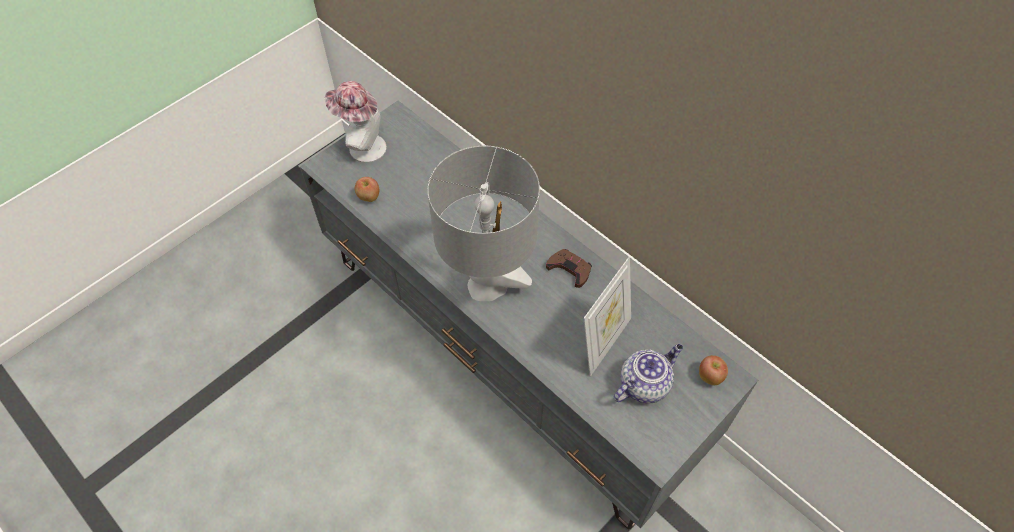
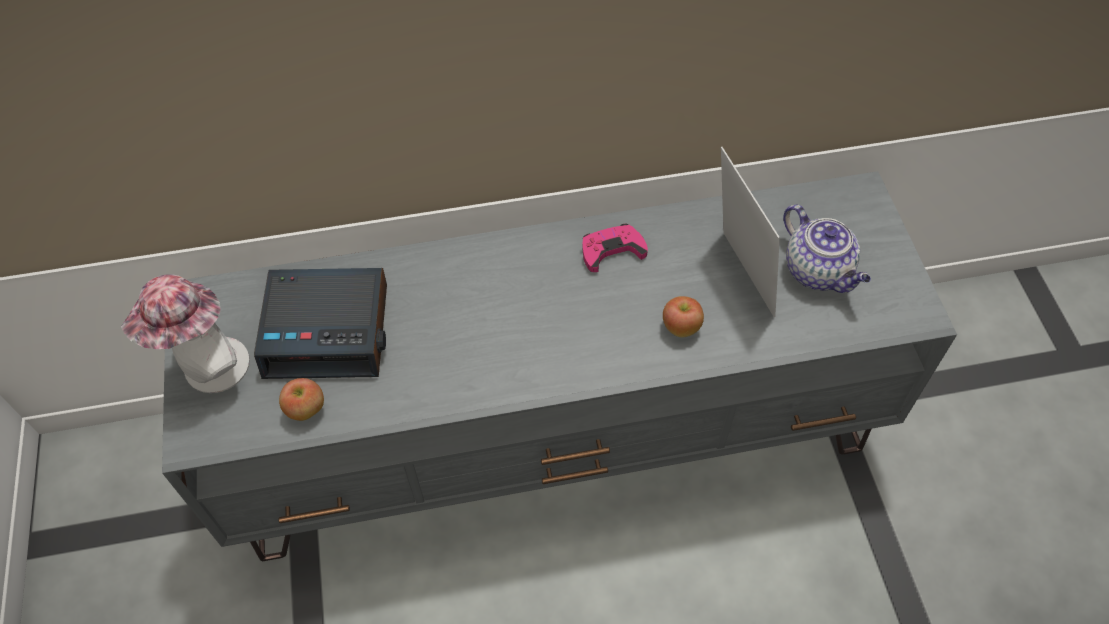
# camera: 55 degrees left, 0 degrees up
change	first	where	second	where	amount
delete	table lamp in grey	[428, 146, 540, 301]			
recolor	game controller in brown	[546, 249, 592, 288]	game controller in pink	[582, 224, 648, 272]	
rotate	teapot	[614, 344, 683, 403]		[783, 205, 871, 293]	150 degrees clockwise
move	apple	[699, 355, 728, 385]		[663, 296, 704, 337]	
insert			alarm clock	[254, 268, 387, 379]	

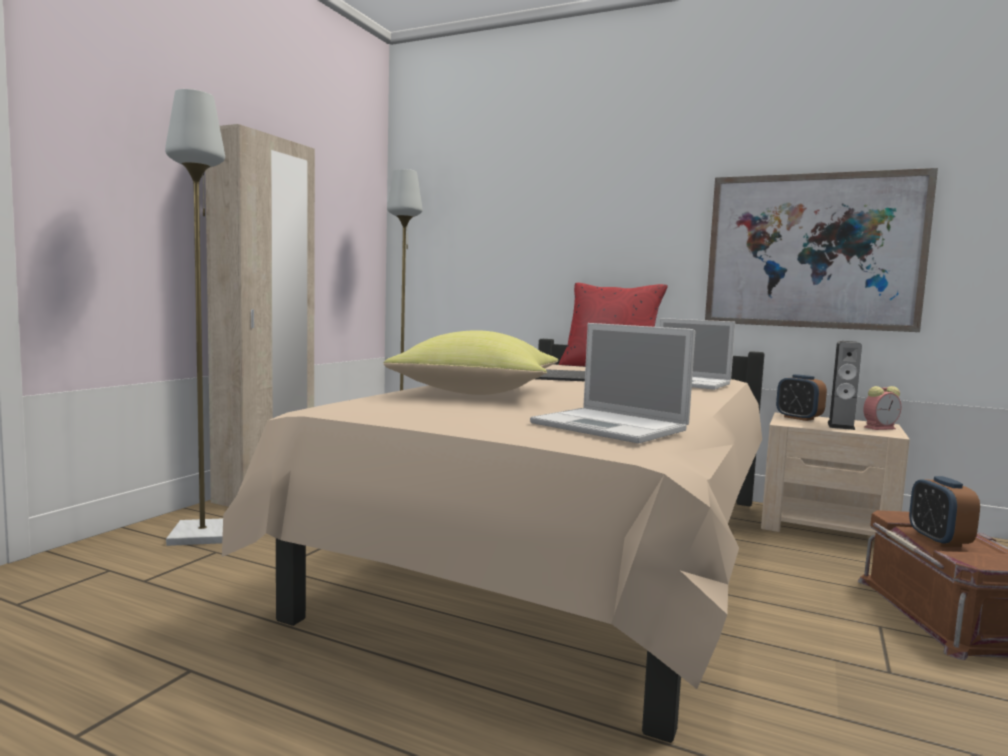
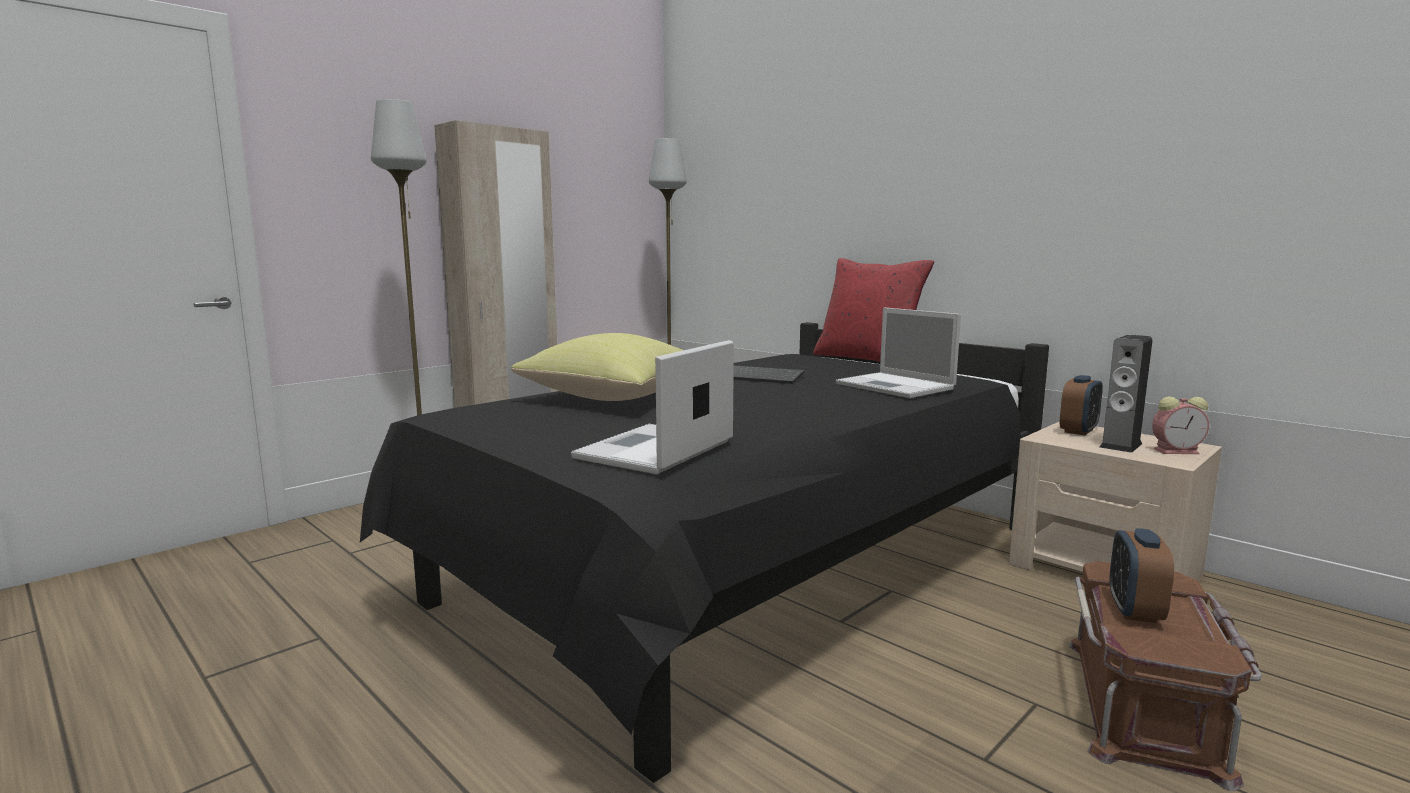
# camera: 20 degrees right, 5 degrees up
change	first	where	second	where	amount
delete	picture	[705, 168, 938, 332]			
rotate	laptop	[530, 323, 696, 444]		[571, 340, 734, 474]	60 degrees clockwise
recolor	bed in beige	[222, 339, 765, 743]	bed in black	[360, 322, 1049, 783]	
rotate	alarm clock	[776, 374, 827, 421]		[1060, 375, 1103, 436]	120 degrees counterclockwise

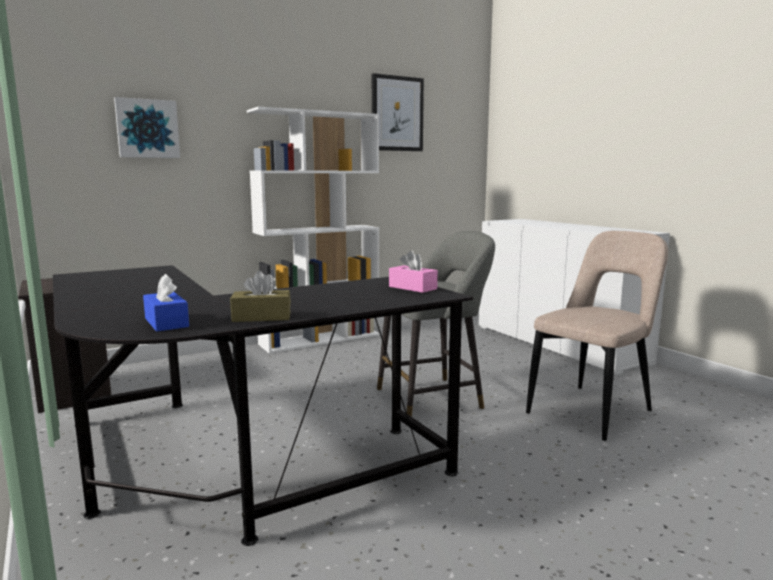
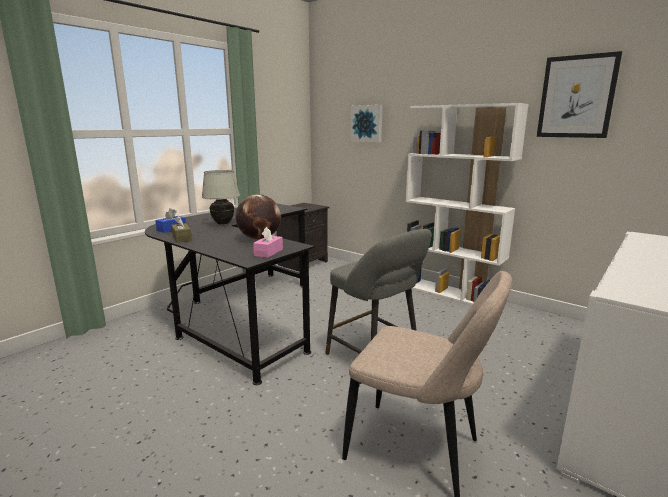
# camera: 70 degrees right, 5 degrees up
change	first	where	second	where	amount
insert			table lamp in white	[202, 170, 240, 224]	
insert			globe	[236, 194, 281, 240]	

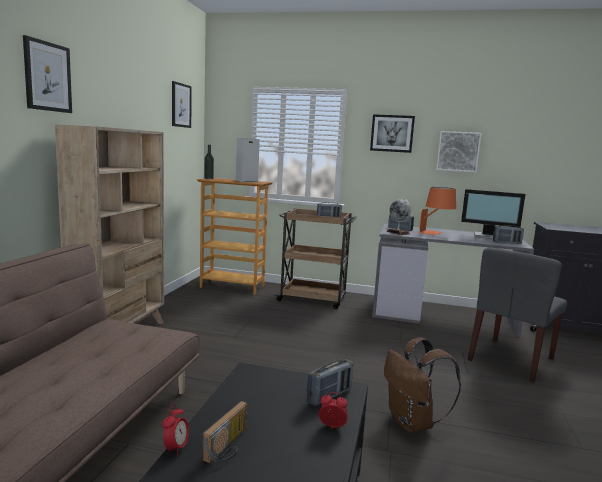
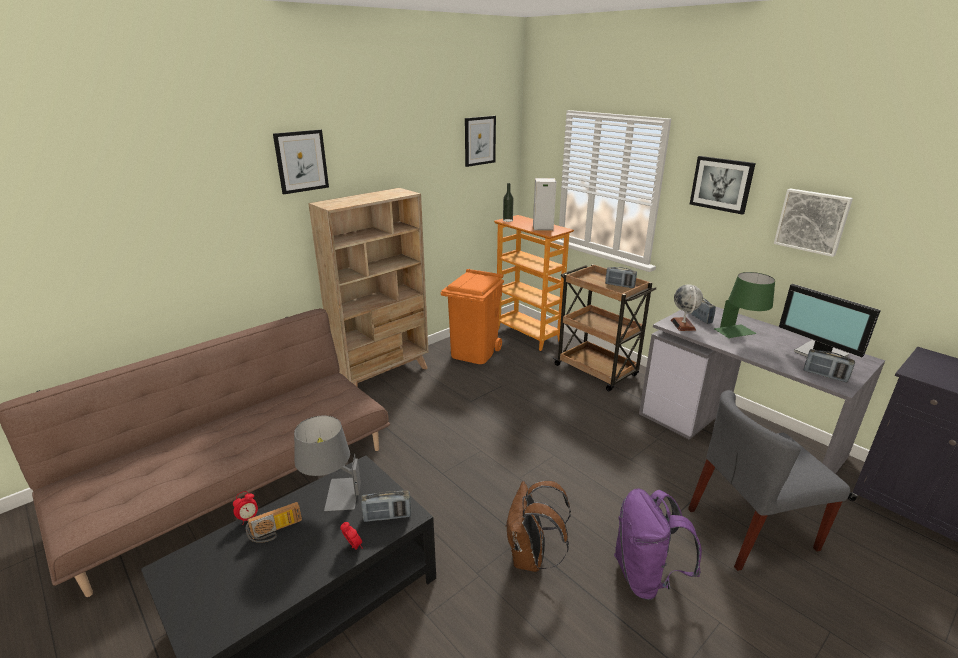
# camera: 35 degrees right, 15 degrees up
change	first	where	second	where	amount
recolor	table lamp in orange	[418, 187, 456, 235]	table lamp in green	[714, 272, 775, 338]	
insert			trash can in orange	[441, 269, 504, 364]	
insert			table lamp in grey	[294, 415, 361, 511]	
insert			backpack in purple	[614, 489, 702, 600]	

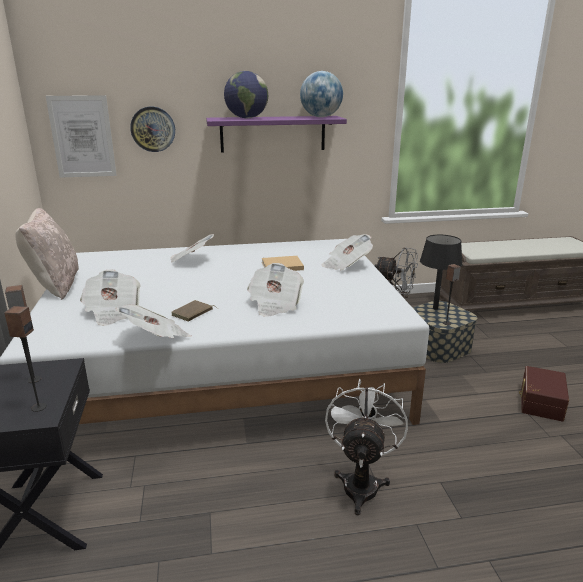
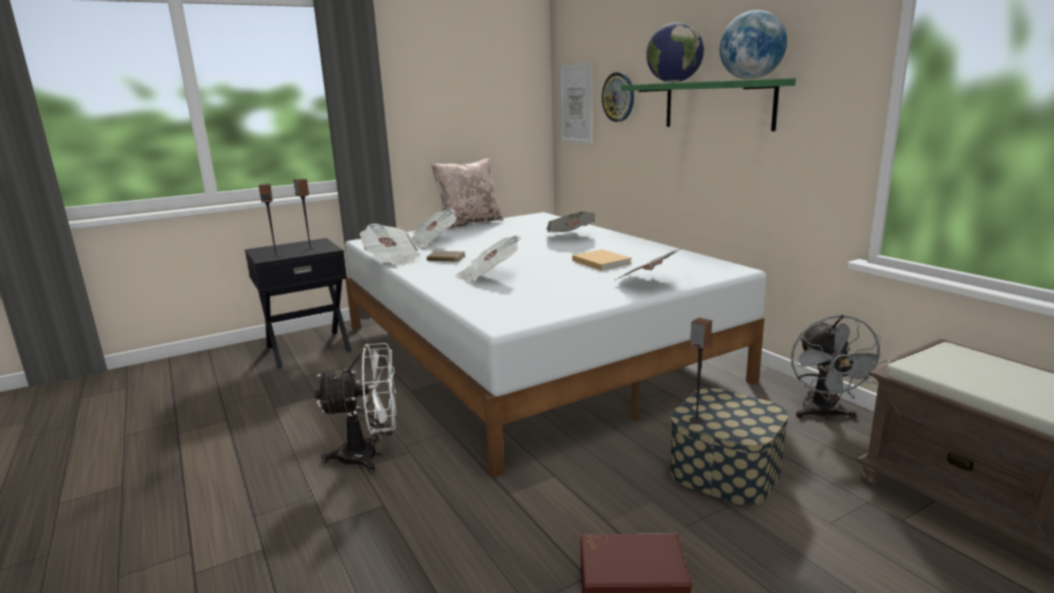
# camera: 70 degrees right, 5 degrees down
change	first	where	second	where	amount
recolor	shelf in purple	[206, 116, 347, 153]	shelf in green	[621, 78, 796, 131]	
delete	table lamp in black	[420, 235, 463, 310]			

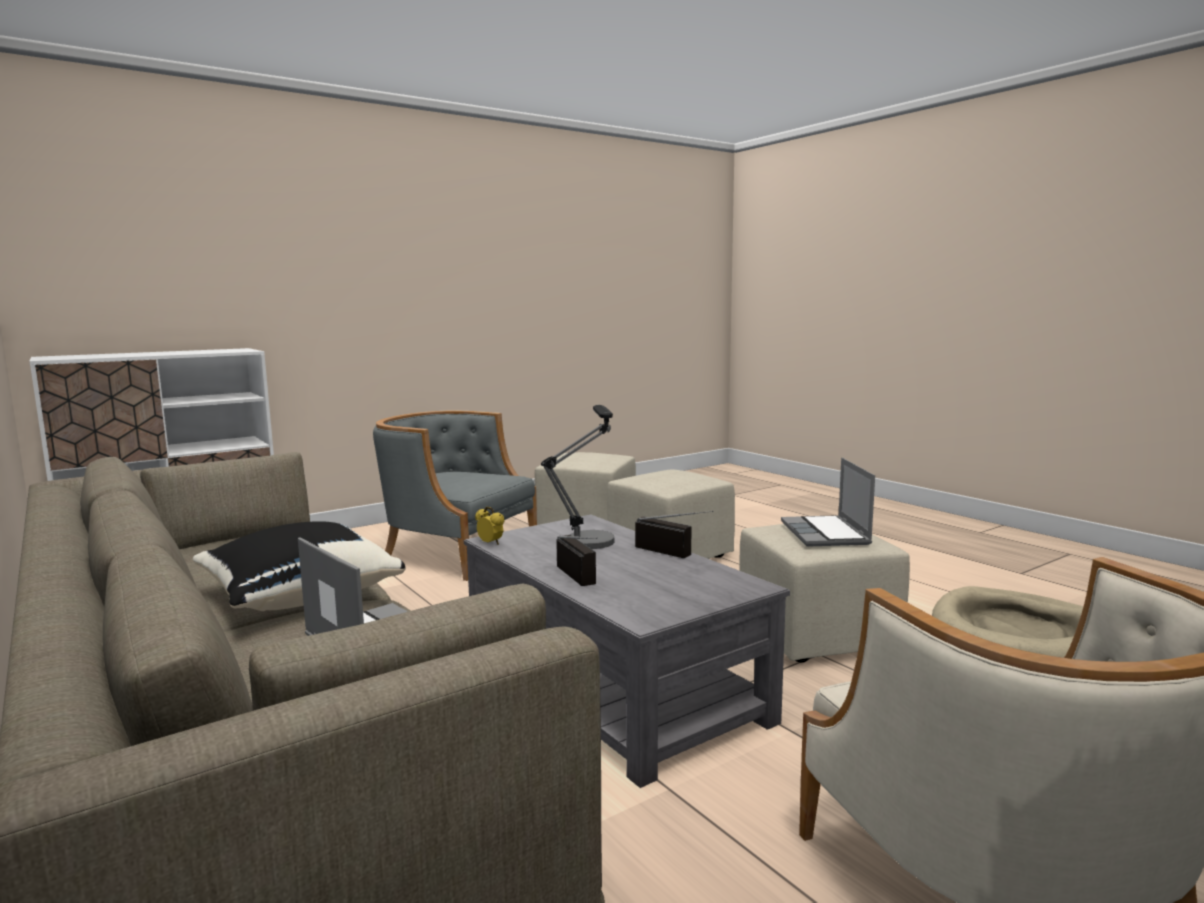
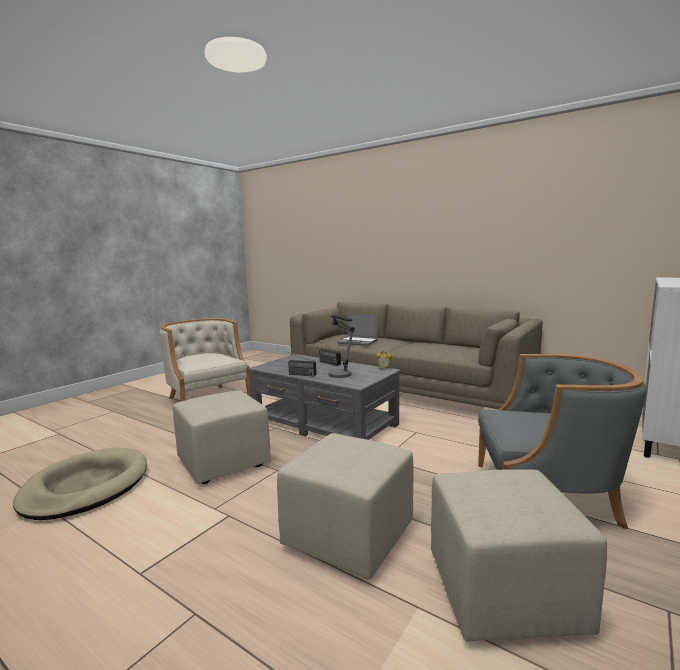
# camera: 160 degrees right, 0 degrees up
change	first	where	second	where	amount
delete	laptop	[781, 458, 875, 547]			
delete	pillow in black	[193, 521, 406, 611]			

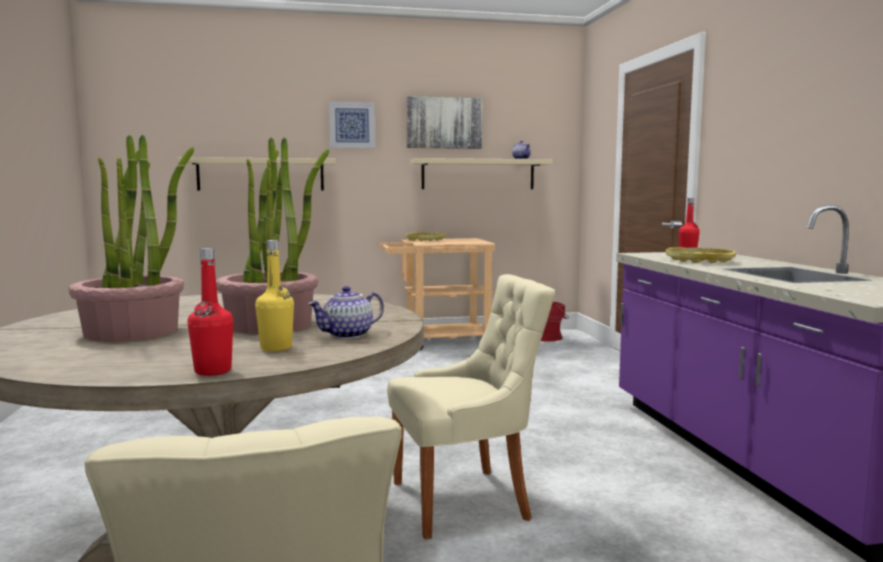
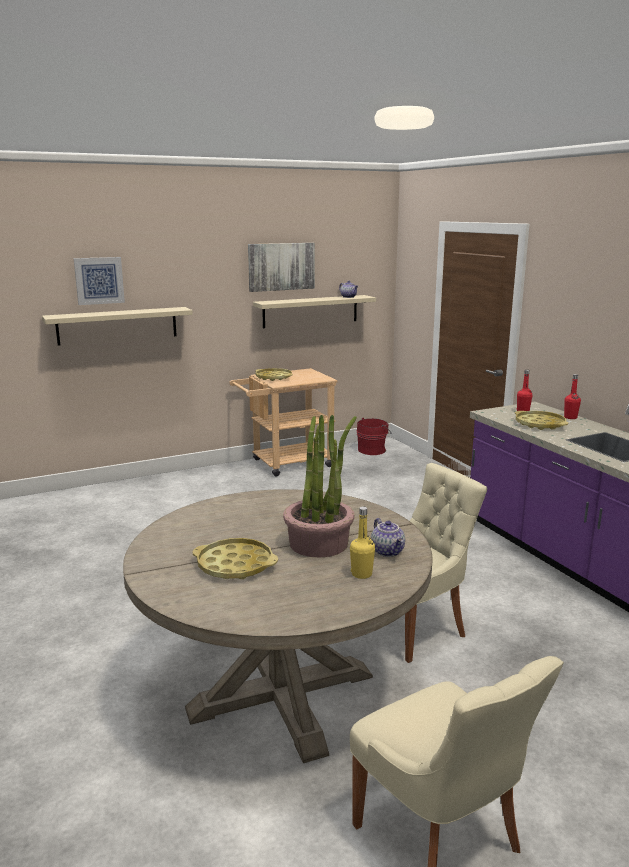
# camera: 15 degrees left, 10 degrees up
change	first	where	second	where	amount
move	picture	[329, 101, 375, 148]		[73, 257, 125, 305]	
replace	potted plant	[68, 135, 194, 342]	tray in yellow	[192, 538, 278, 579]	
move	bottle in red	[188, 248, 233, 376]		[564, 374, 581, 419]	
rotate	teapot	[308, 286, 384, 339]		[371, 518, 405, 557]	60 degrees counterclockwise

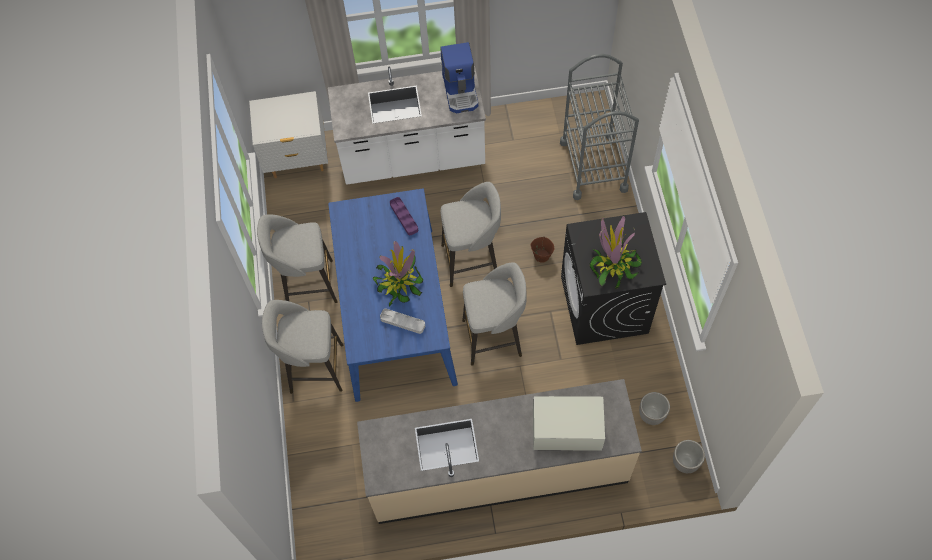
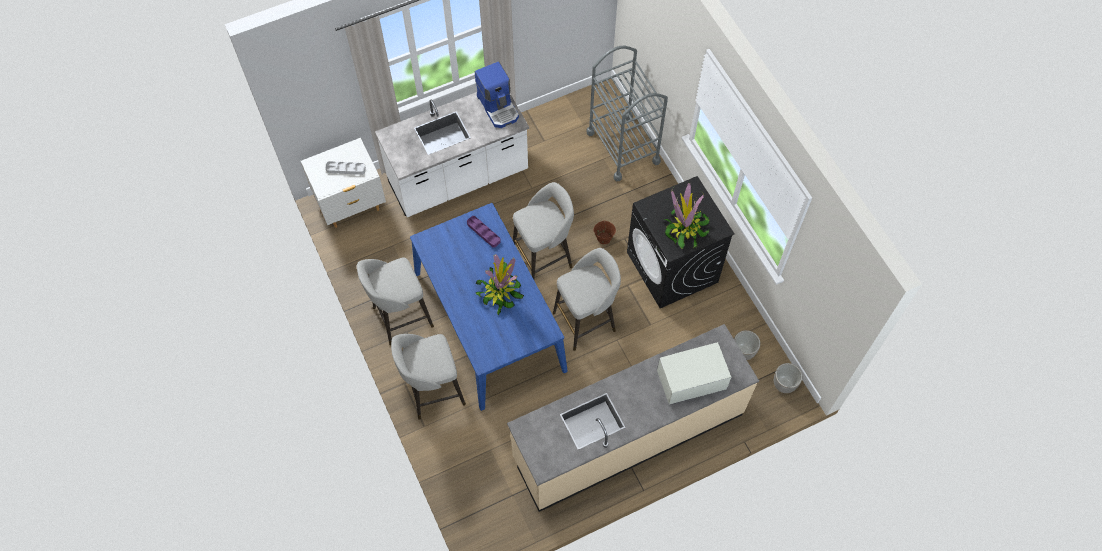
# camera: 20 degrees left, 0 degrees up
change	first	where	second	where	amount
move	tray in grey	[380, 308, 425, 334]		[326, 161, 366, 175]	

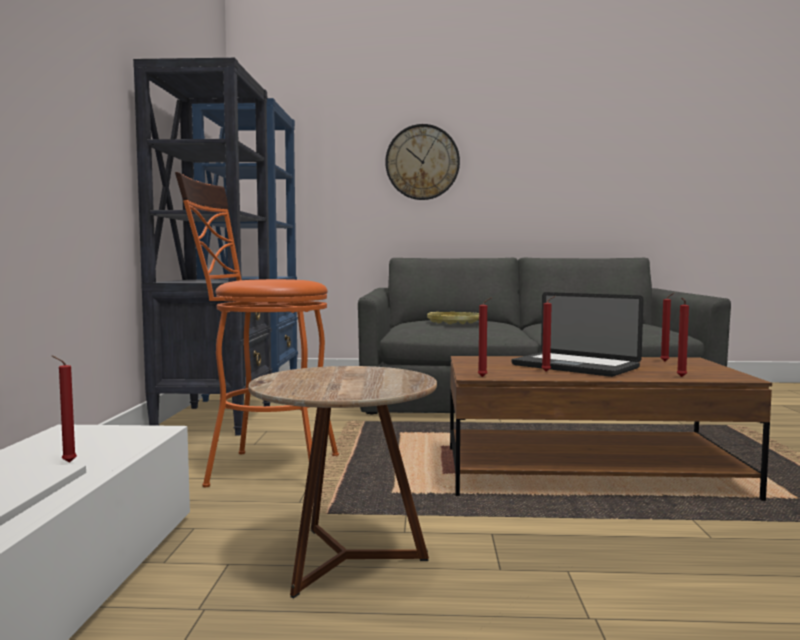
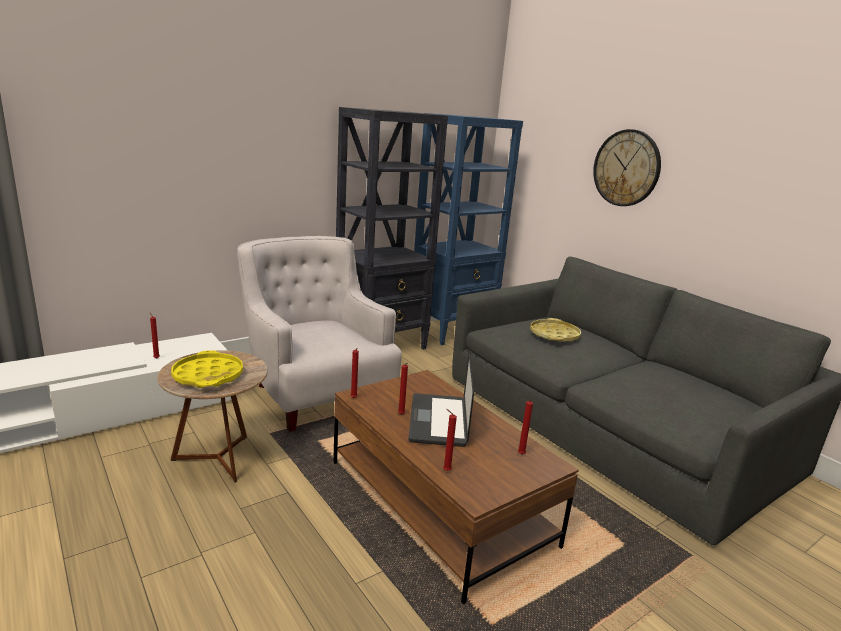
# camera: 50 degrees right, 15 degrees up
change	first	where	second	where	amount
replace	stool in orange	[175, 172, 339, 487]	armchair in white	[237, 236, 402, 432]	
insert			tray in yellow	[171, 350, 243, 388]	

